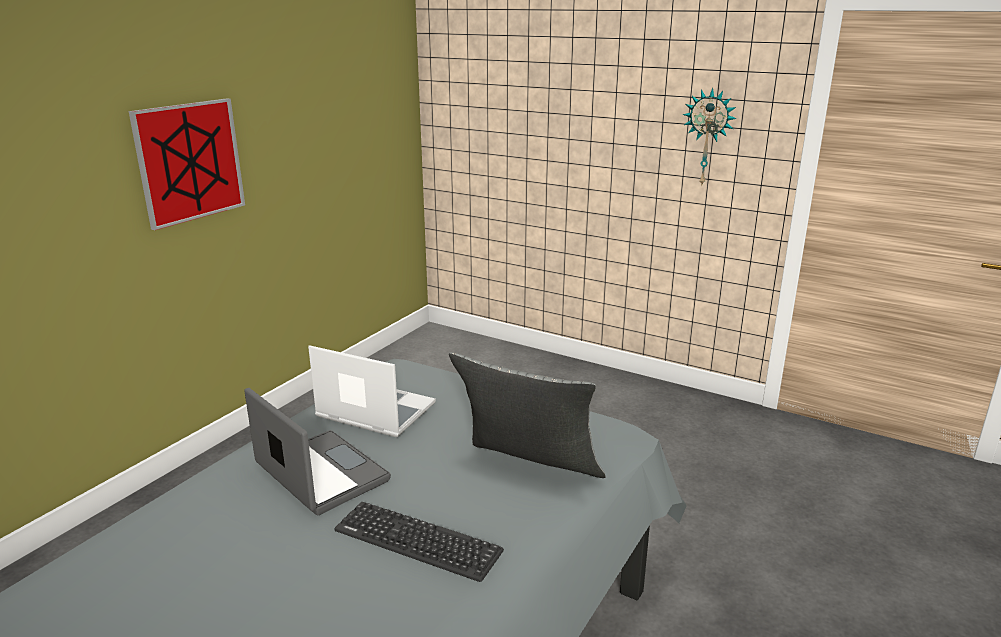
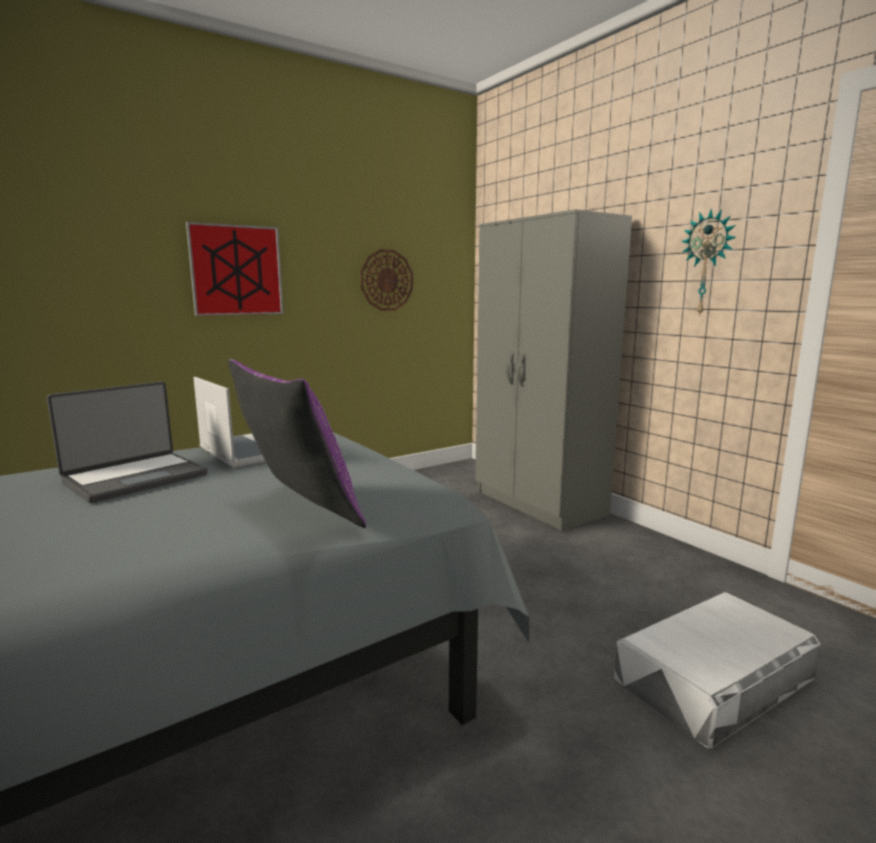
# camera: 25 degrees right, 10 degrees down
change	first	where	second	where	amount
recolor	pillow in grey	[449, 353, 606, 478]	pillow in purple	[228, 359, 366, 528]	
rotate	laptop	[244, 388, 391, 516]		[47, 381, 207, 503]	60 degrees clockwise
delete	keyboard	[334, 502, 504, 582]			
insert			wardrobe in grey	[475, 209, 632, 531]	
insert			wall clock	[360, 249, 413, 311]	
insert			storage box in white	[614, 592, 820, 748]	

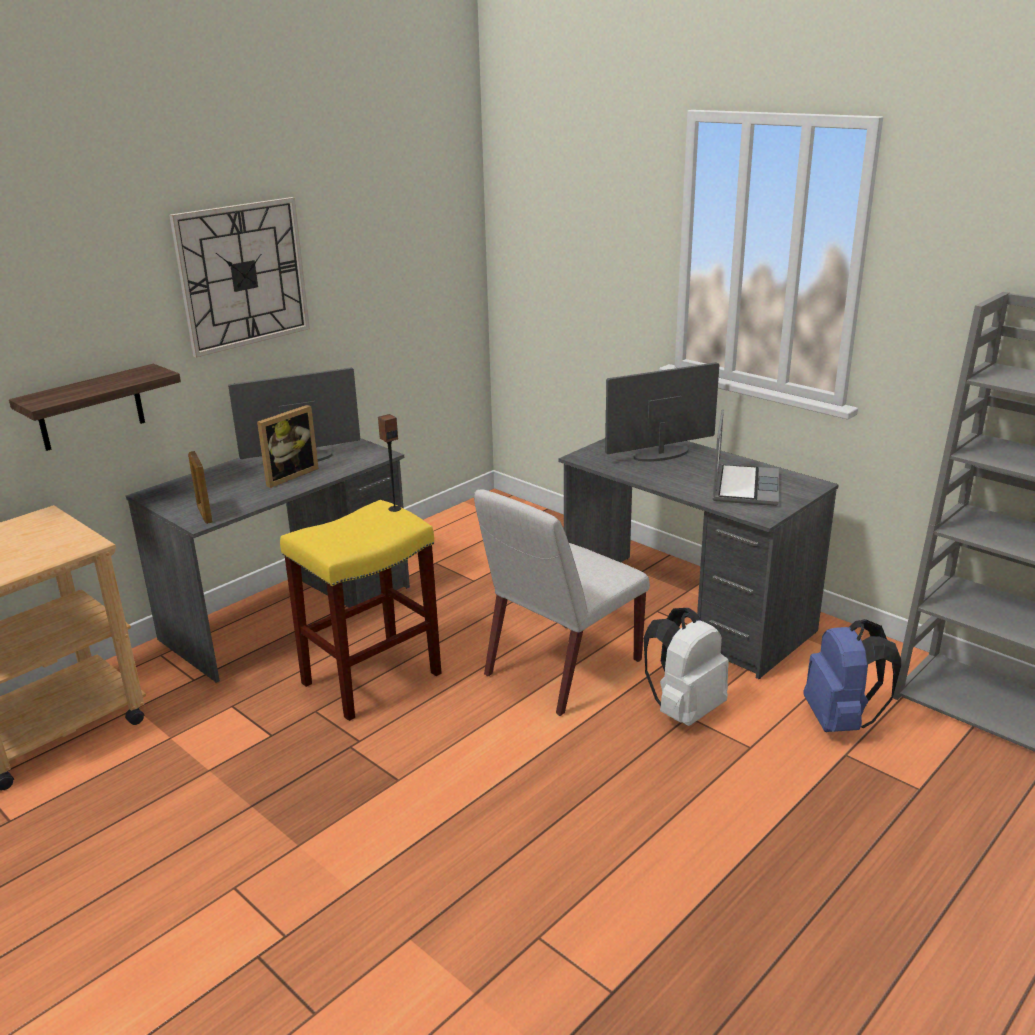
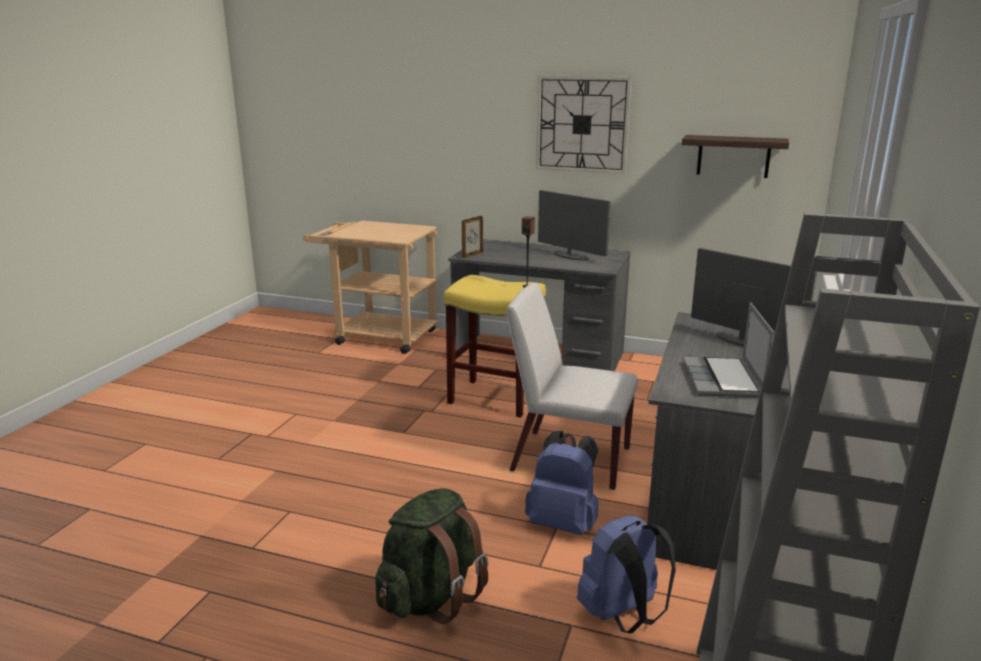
# camera: 65 degrees right, 5 degrees down
change	first	where	second	where	amount
move	shelf	[9, 364, 181, 451]		[682, 135, 789, 178]	
delete	picture frame	[257, 405, 319, 488]			
rotate	laptop	[713, 409, 779, 506]		[683, 302, 774, 397]	105 degrees clockwise
recolor	backpack in white	[643, 608, 729, 726]	backpack in blue	[525, 431, 599, 535]	
insert			backpack in green	[375, 488, 488, 624]	

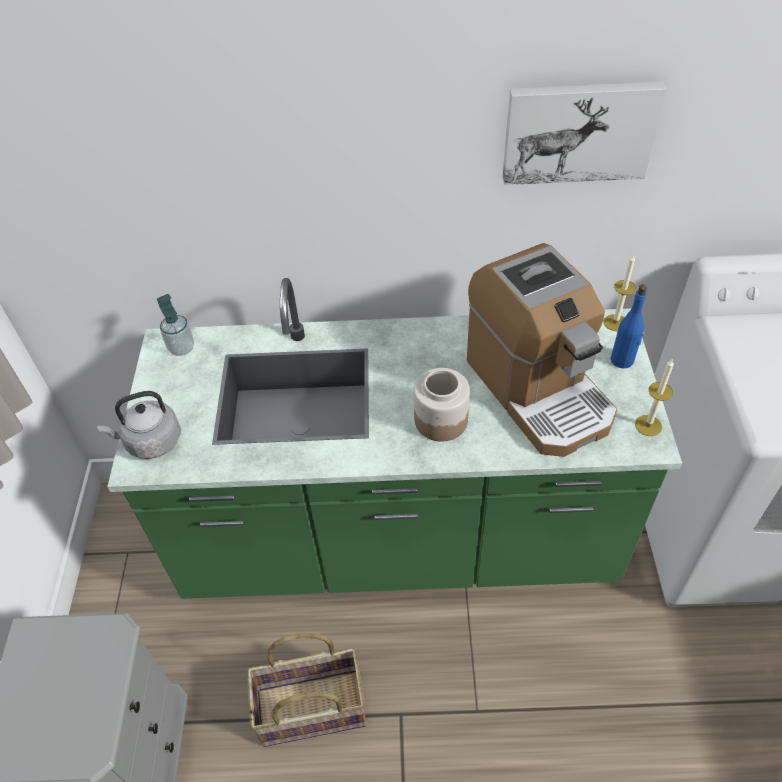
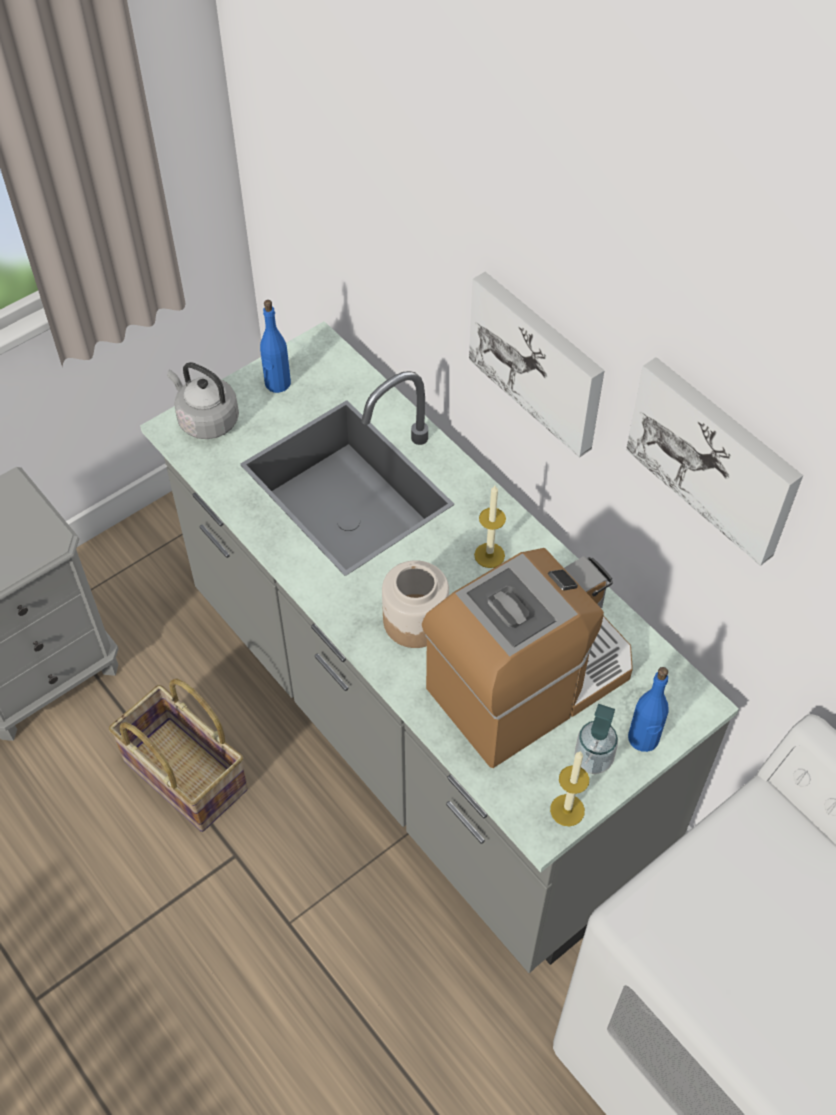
# camera: 50 degrees right, 5 degrees up
change	first	where	second	where	amount
rotate	coffee machine	[467, 243, 617, 457]		[422, 548, 633, 768]	150 degrees counterclockwise
move	candle	[604, 254, 636, 331]		[474, 485, 506, 568]	
recolor	counter in green	[107, 278, 682, 599]	counter in grey	[140, 321, 739, 973]	
move	soap dispenser	[157, 294, 194, 356]		[575, 704, 618, 774]	
insert			picture	[469, 272, 604, 458]	
insert			bottle in blue	[260, 300, 291, 393]	

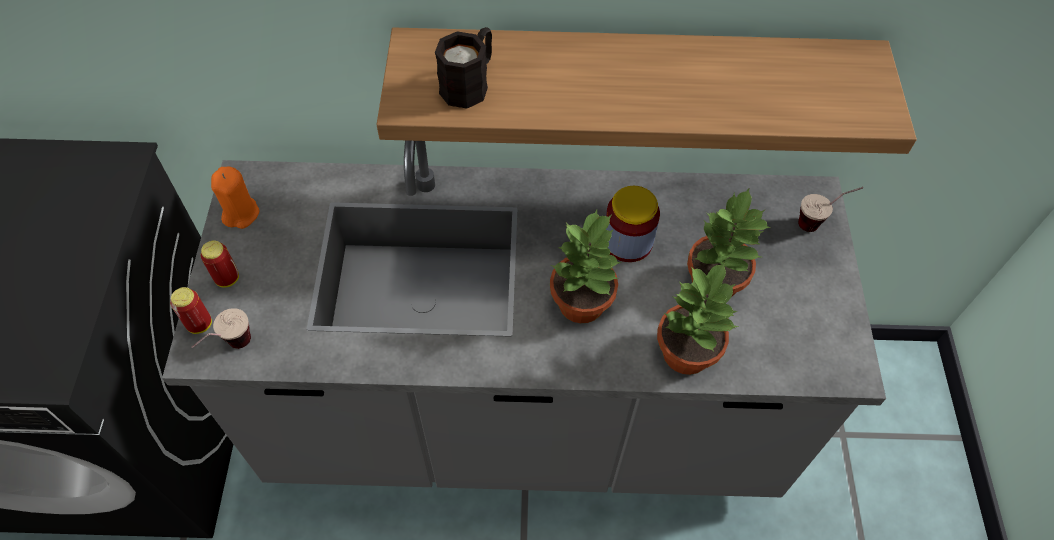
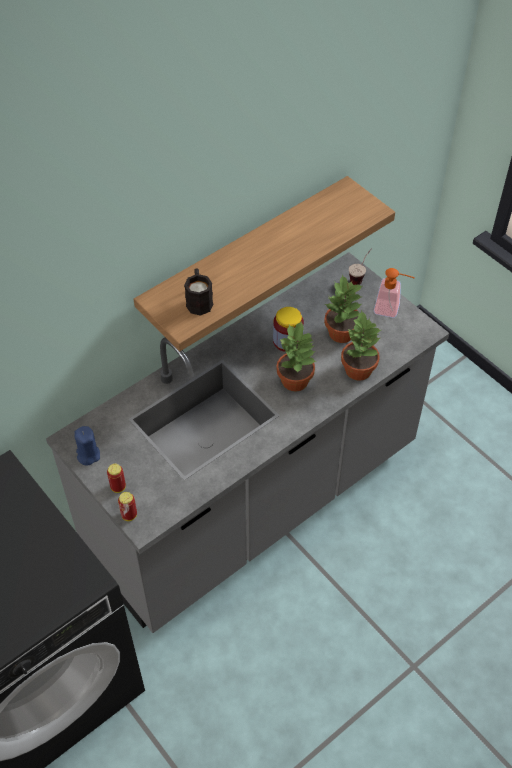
# camera: 40 degrees left, 5 degrees down
change	first	where	second	where	amount
recolor	candle in orange	[211, 167, 260, 229]	candle in blue	[74, 426, 100, 465]	
delete	cup	[192, 308, 251, 349]			
insert			soap dispenser	[374, 268, 415, 318]	

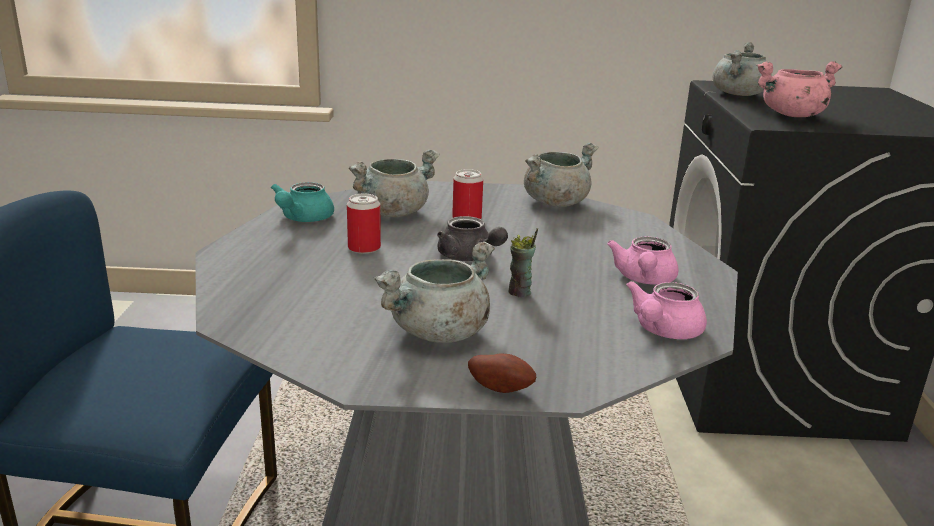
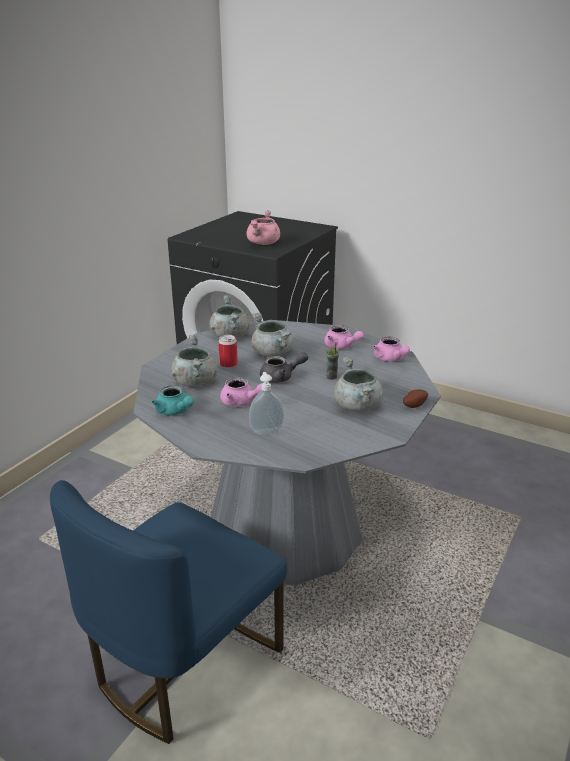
# camera: 60 degrees left, 5 degrees up
change	first	where	second	where	amount
move	cooking pot in grey	[713, 42, 772, 96]		[251, 313, 293, 357]	
replace	can	[347, 194, 381, 254]	teapot in pink	[220, 377, 263, 407]	
insert			soap dispenser	[249, 372, 284, 435]	

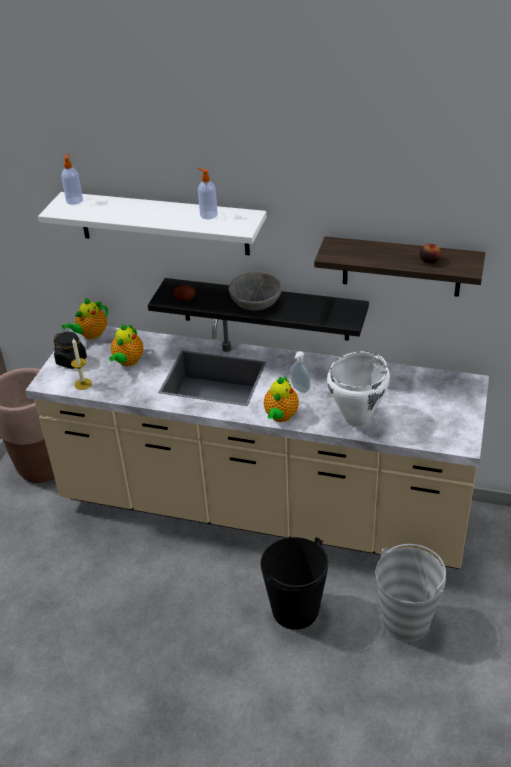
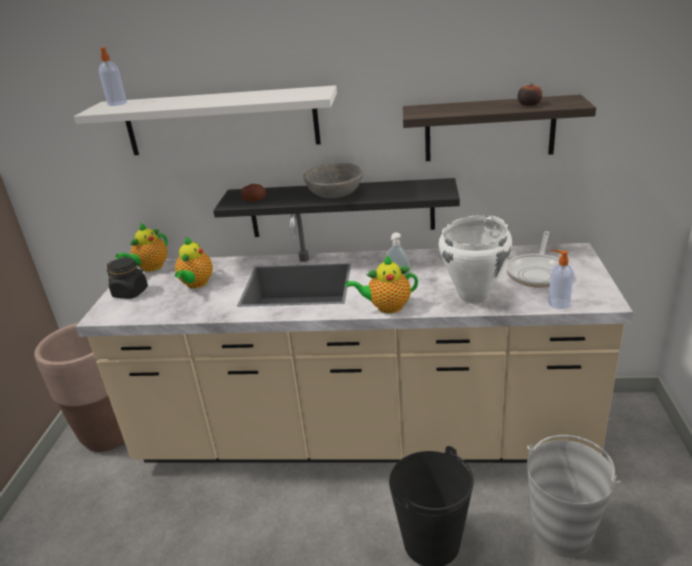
# camera: 10 degrees left, 10 degrees down
change	first	where	second	where	amount
move	soap dispenser	[198, 168, 218, 219]		[548, 250, 574, 309]	
delete	candle	[71, 338, 92, 390]			
rotate	teapot	[264, 376, 299, 422]		[345, 255, 418, 313]	75 degrees clockwise
insert			frying pan	[506, 231, 559, 288]	

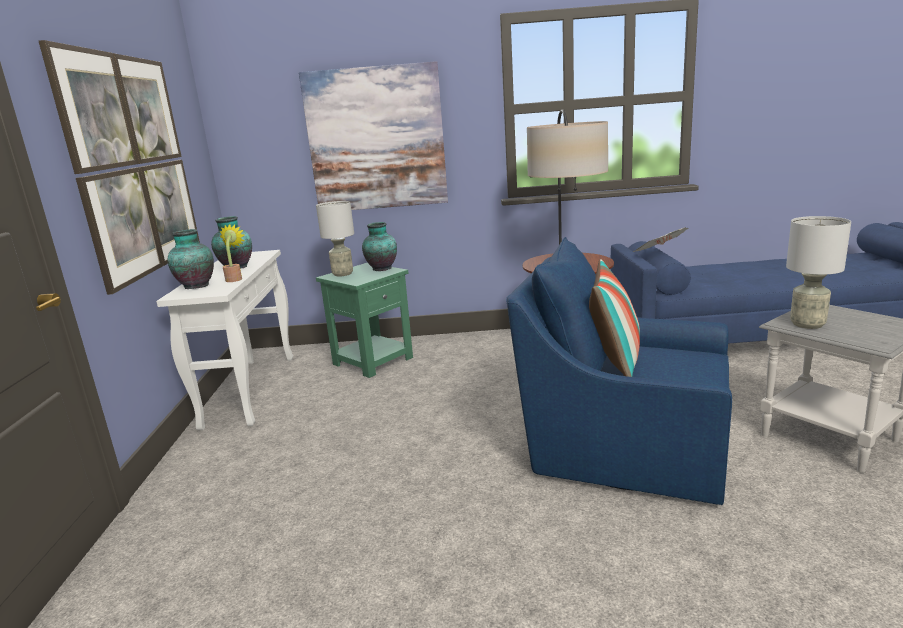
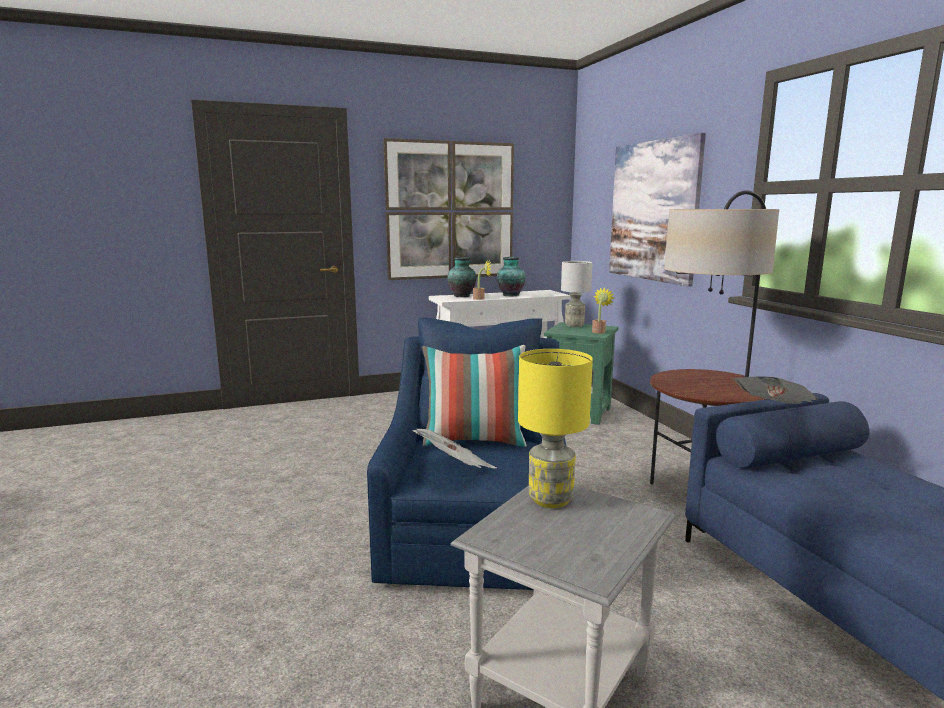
# camera: 70 degrees right, 5 degrees down
change	first	where	second	where	amount
recolor	table lamp in grey	[786, 216, 851, 329]	table lamp in yellow	[518, 349, 593, 508]	
replace	vase	[362, 222, 397, 271]	potted plant	[592, 288, 614, 334]	
insert			newspaper	[412, 429, 497, 468]	

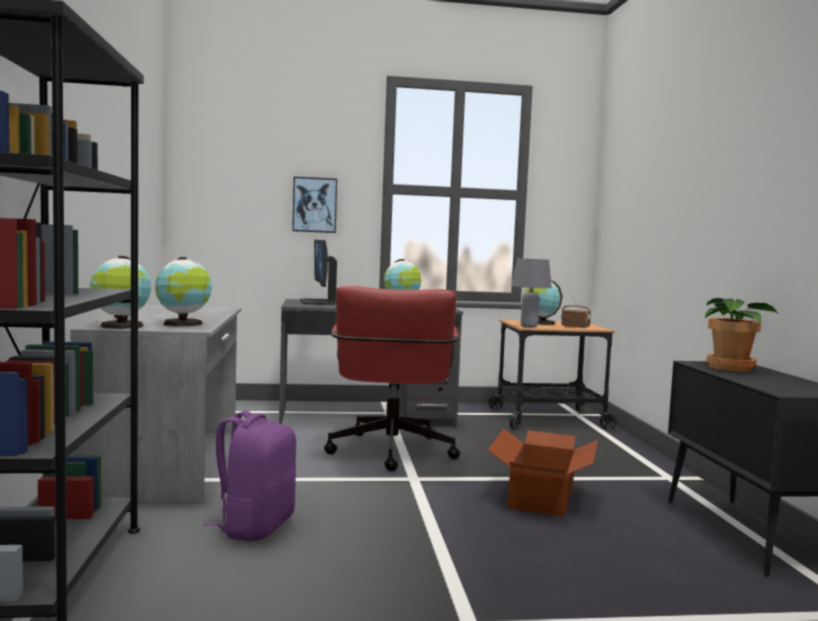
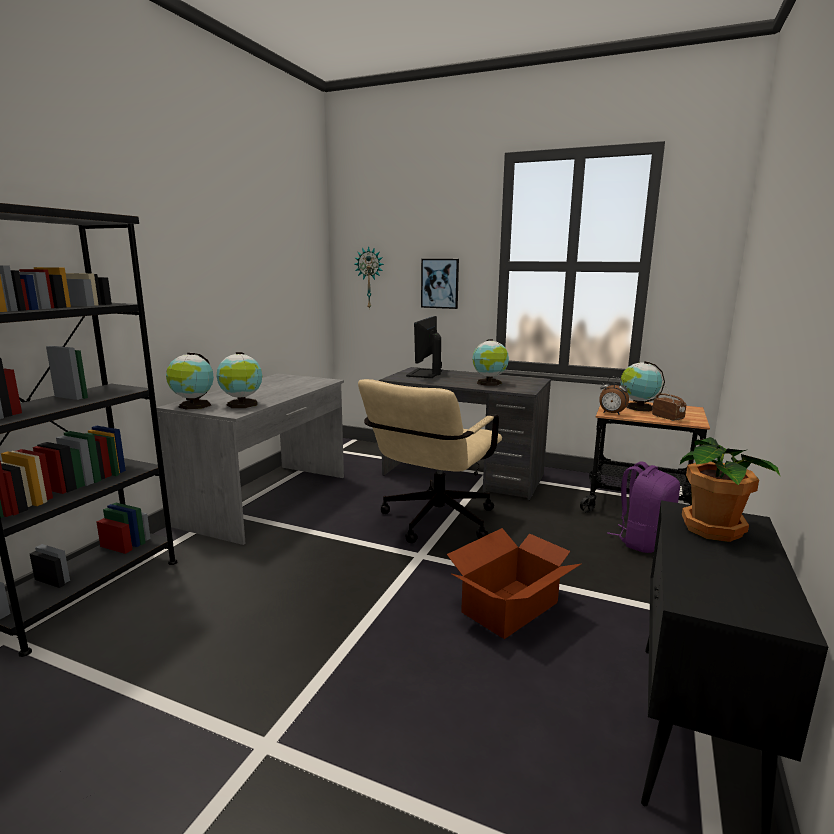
# camera: 30 degrees right, 10 degrees up
change	first	where	second	where	amount
replace	table lamp in grey	[511, 258, 552, 328]	alarm clock	[599, 377, 629, 414]	
recolor	office chair in red	[324, 286, 461, 471]	office chair in beige	[358, 379, 502, 543]	
move	backpack in purple	[203, 411, 296, 541]		[607, 461, 680, 553]	
insert			wall clock	[355, 246, 384, 310]	

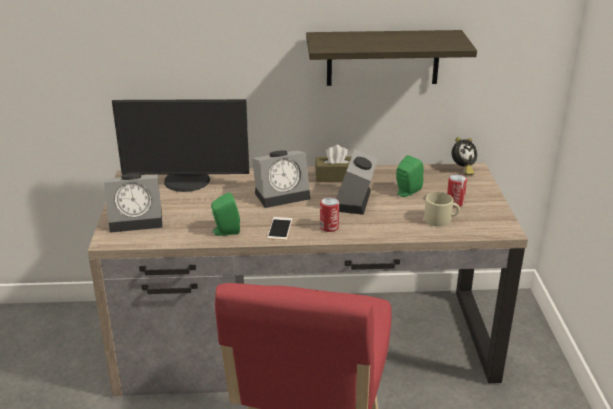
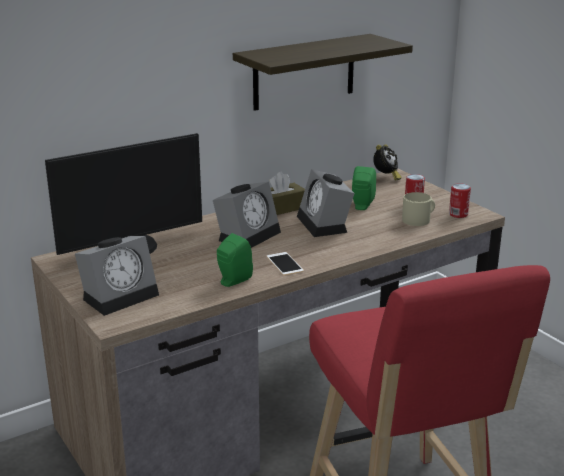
# camera: 30 degrees left, 5 degrees down
change	first	where	second	where	amount
move	can	[320, 197, 339, 232]		[449, 183, 471, 218]	

